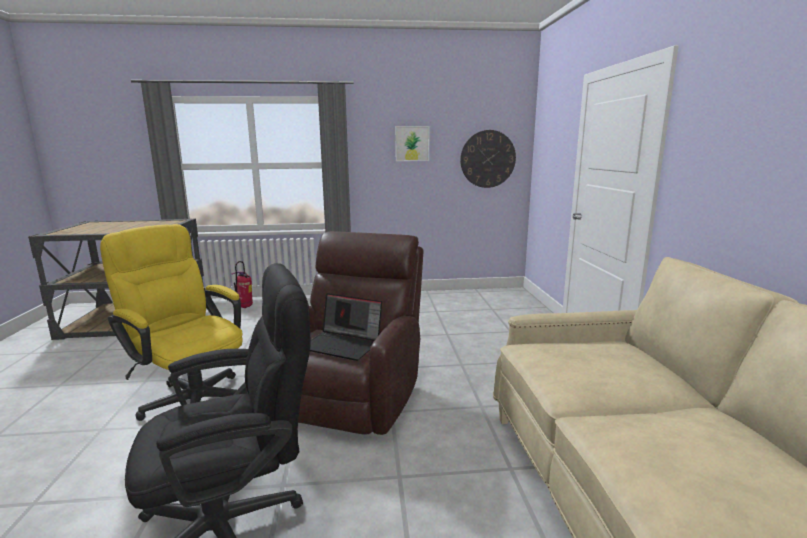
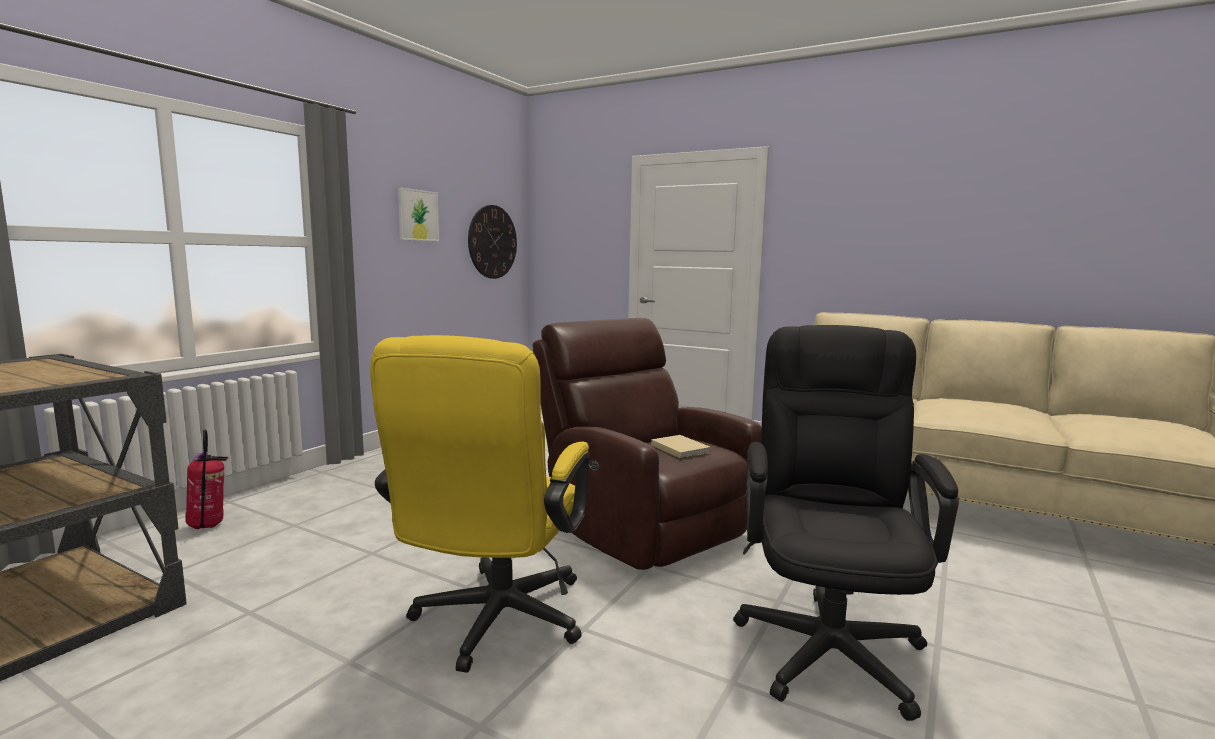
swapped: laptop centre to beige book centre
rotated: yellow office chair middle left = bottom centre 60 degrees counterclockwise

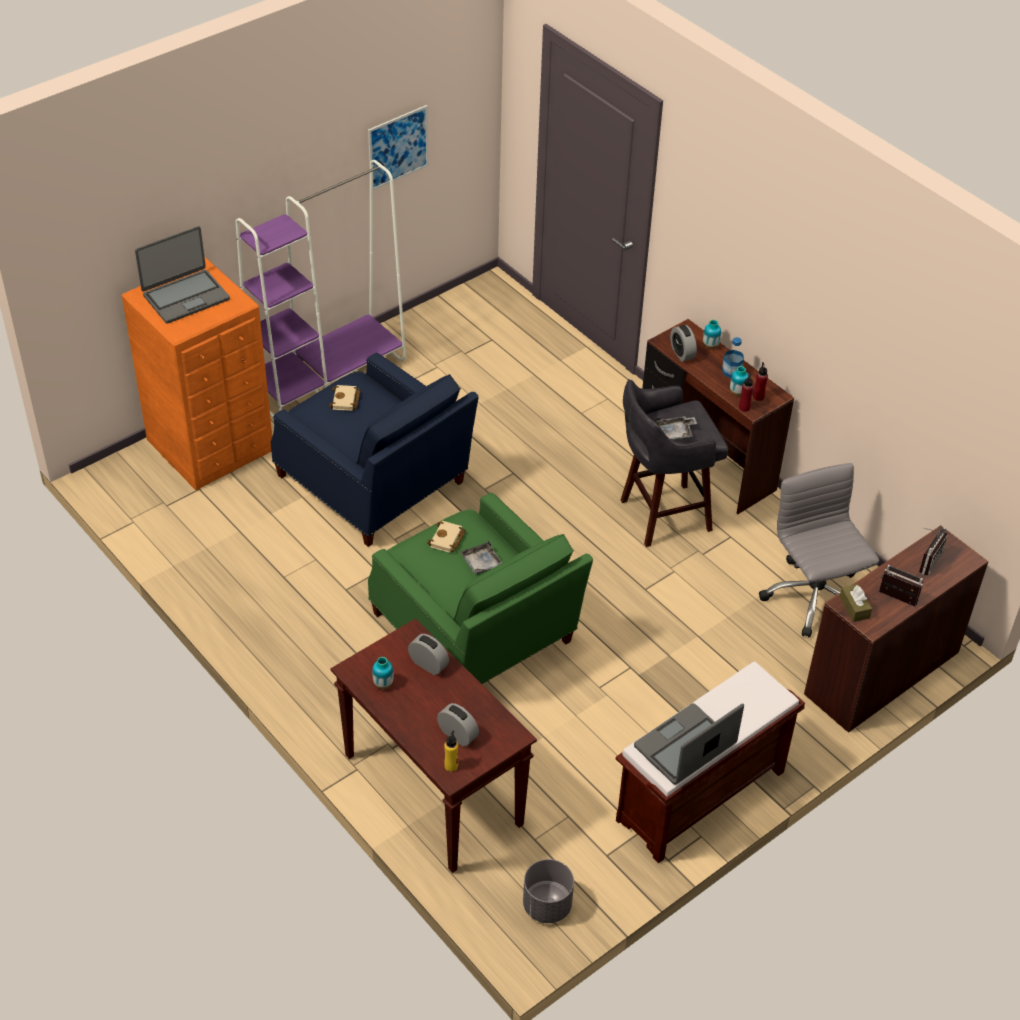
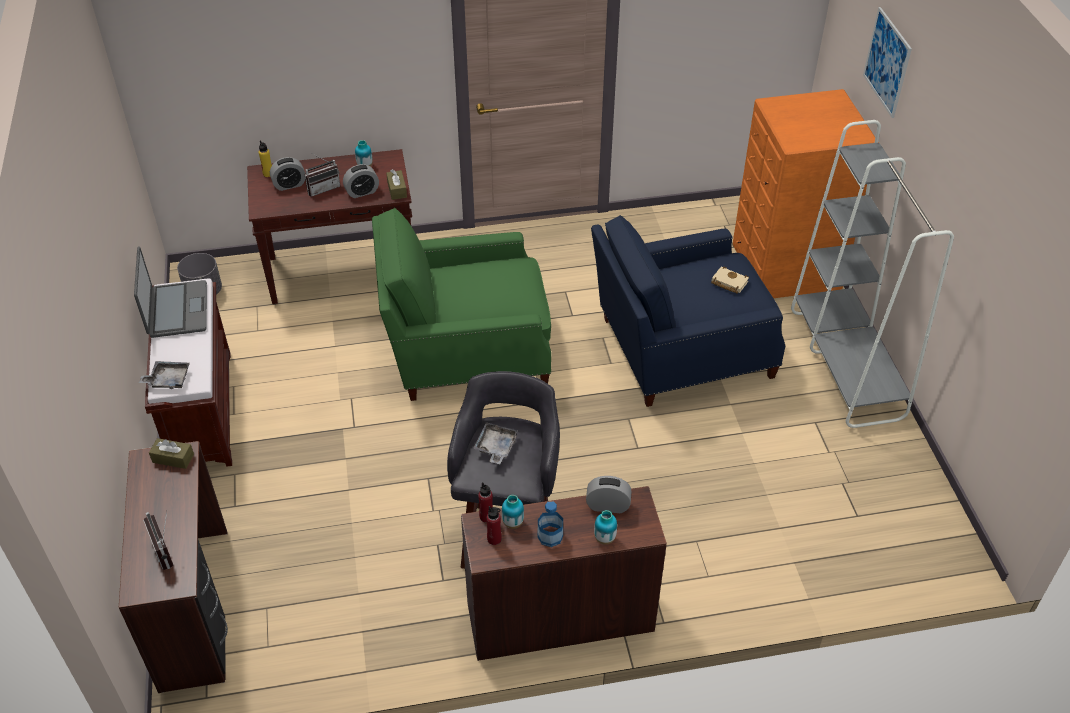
gone: laptop (no. 1 from left) top left; beige book (no. 2 from left) centre; grey office chair middle right
new: brown tissue box (no. 2 from left) top centre
shifted: picture top centre to top right; grey tray (no. 1 from left) centre to middle left; radio (no. 1 from left in the first image) middle right to radio (no. 2 from left) top left
repainted: purple clothes rack top left to grey clothes rack middle right

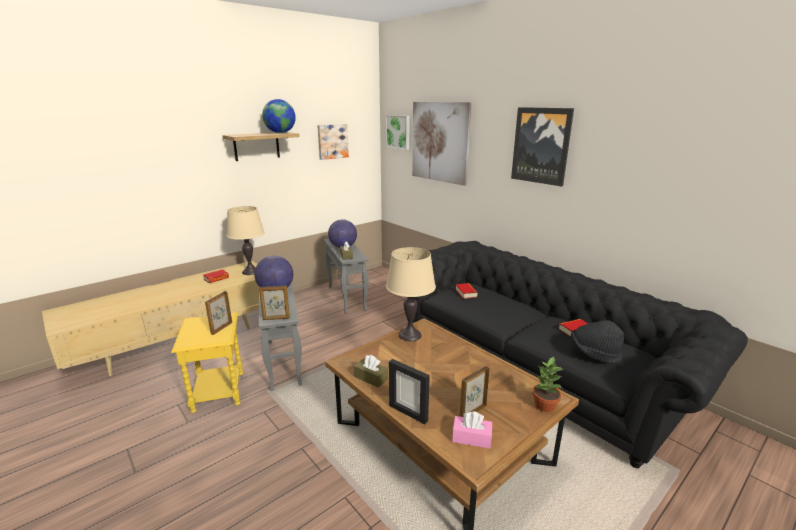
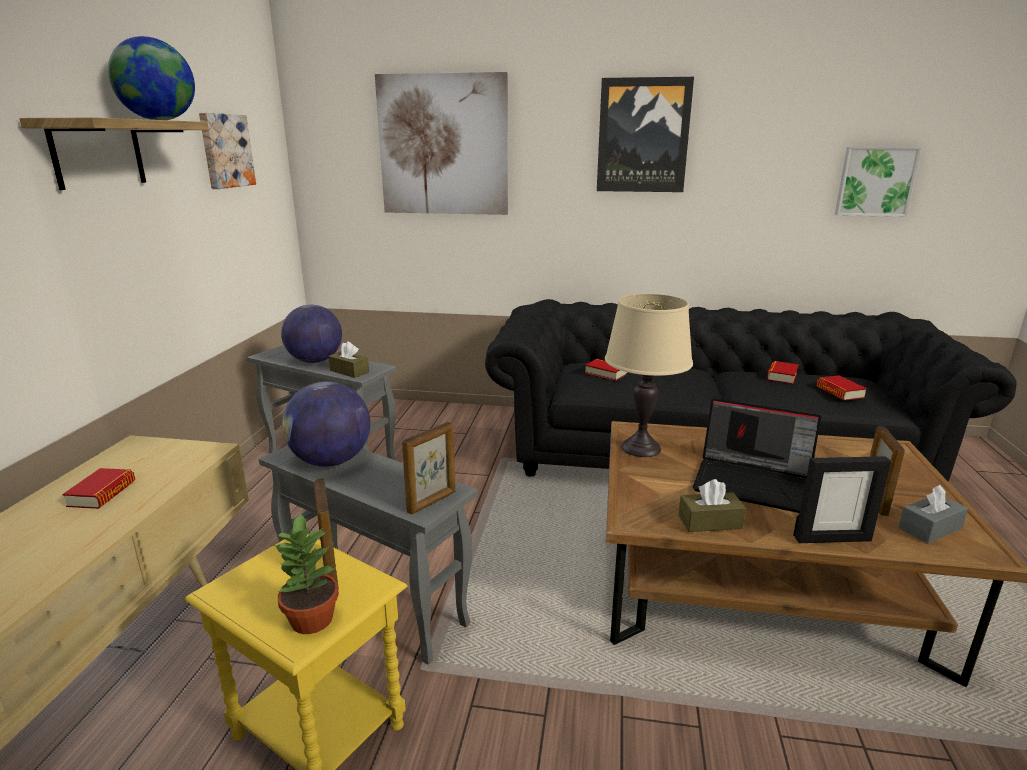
gone: beige table lamp (no. 1 from left) middle left
new: laptop middle right
shifted: picture (no. 2 from left in the first image) top centre to picture (no. 4 from left) top right; potted plant bottom right to bottom left
swapped: black hat middle right to book (no. 4 from left) middle right
repainted: pink tissue box bottom centre to grey tissue box bottom right

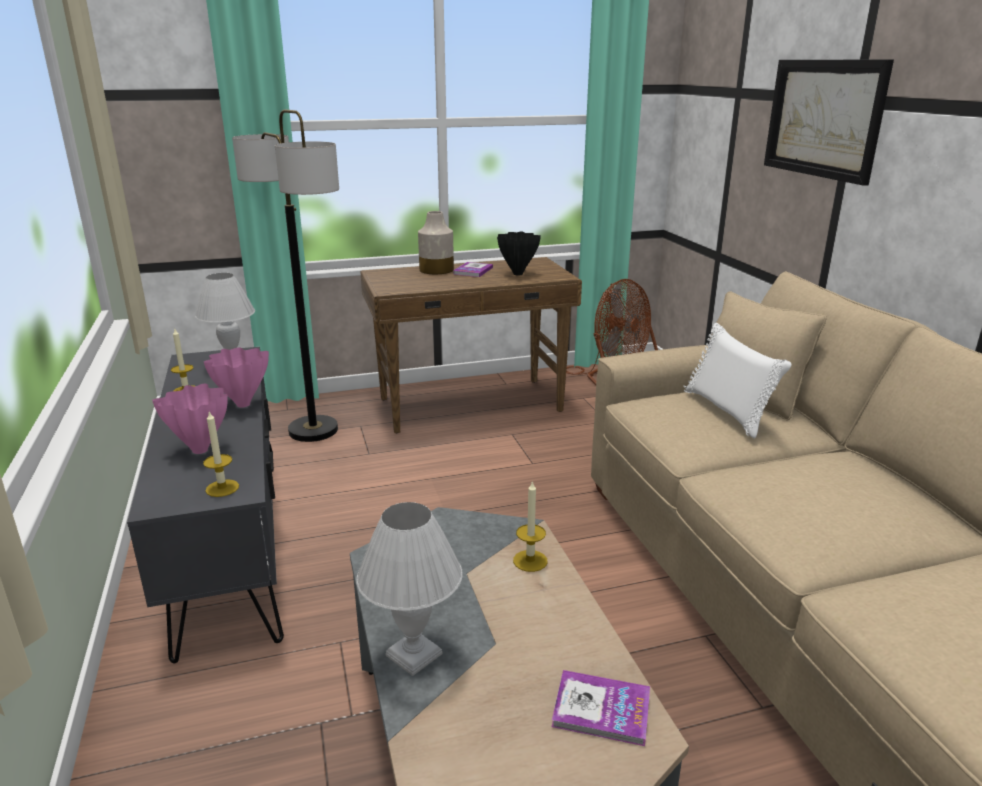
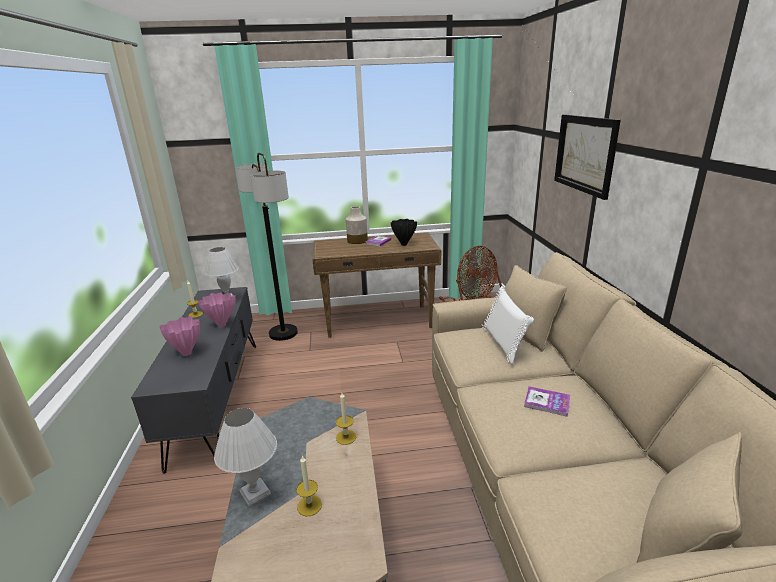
shifted: candle (no. 2 from left) middle left to bottom centre; book (no. 2 from left) bottom centre to bottom right

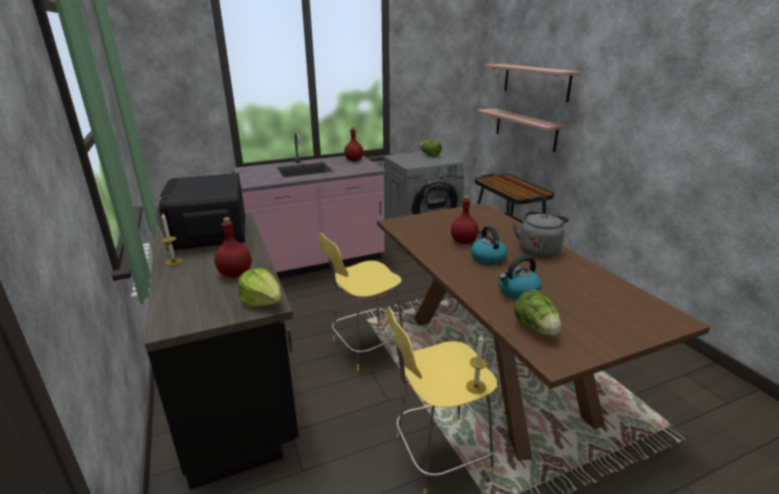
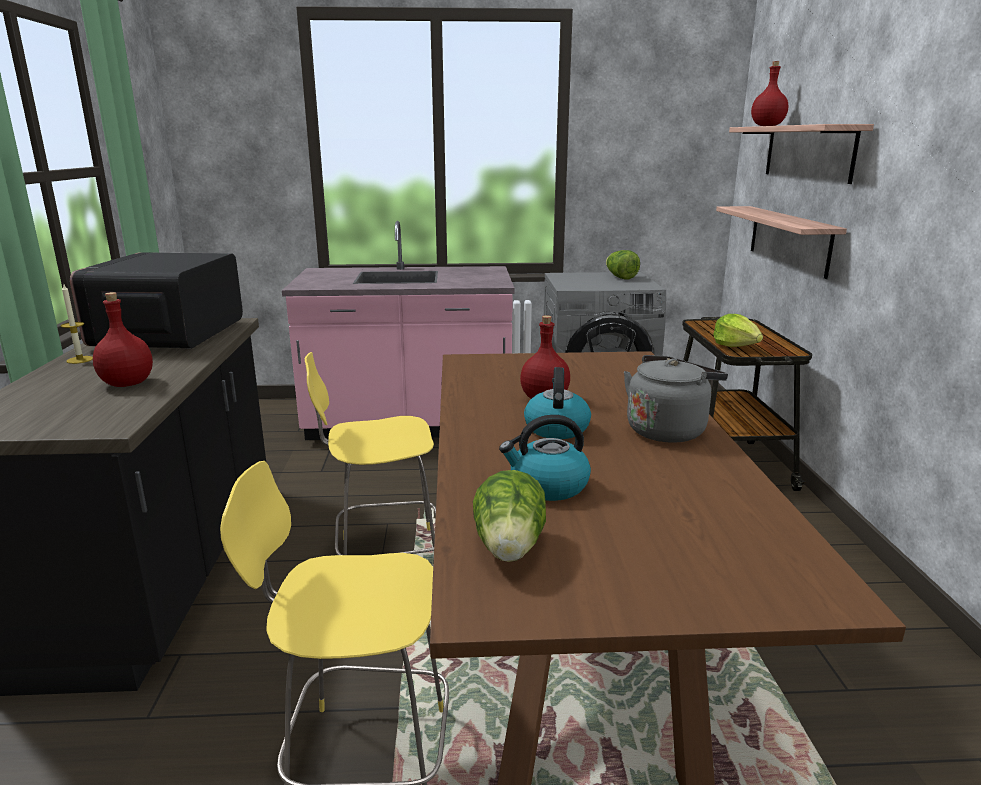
gone: candle (no. 2 from left) bottom centre
shifted: lettuce (no. 1 from left in the first image) middle left to lettuce (no. 3 from left) middle right; red bottle (no. 2 from left in the first image) top centre to red bottle (no. 3 from left) top right

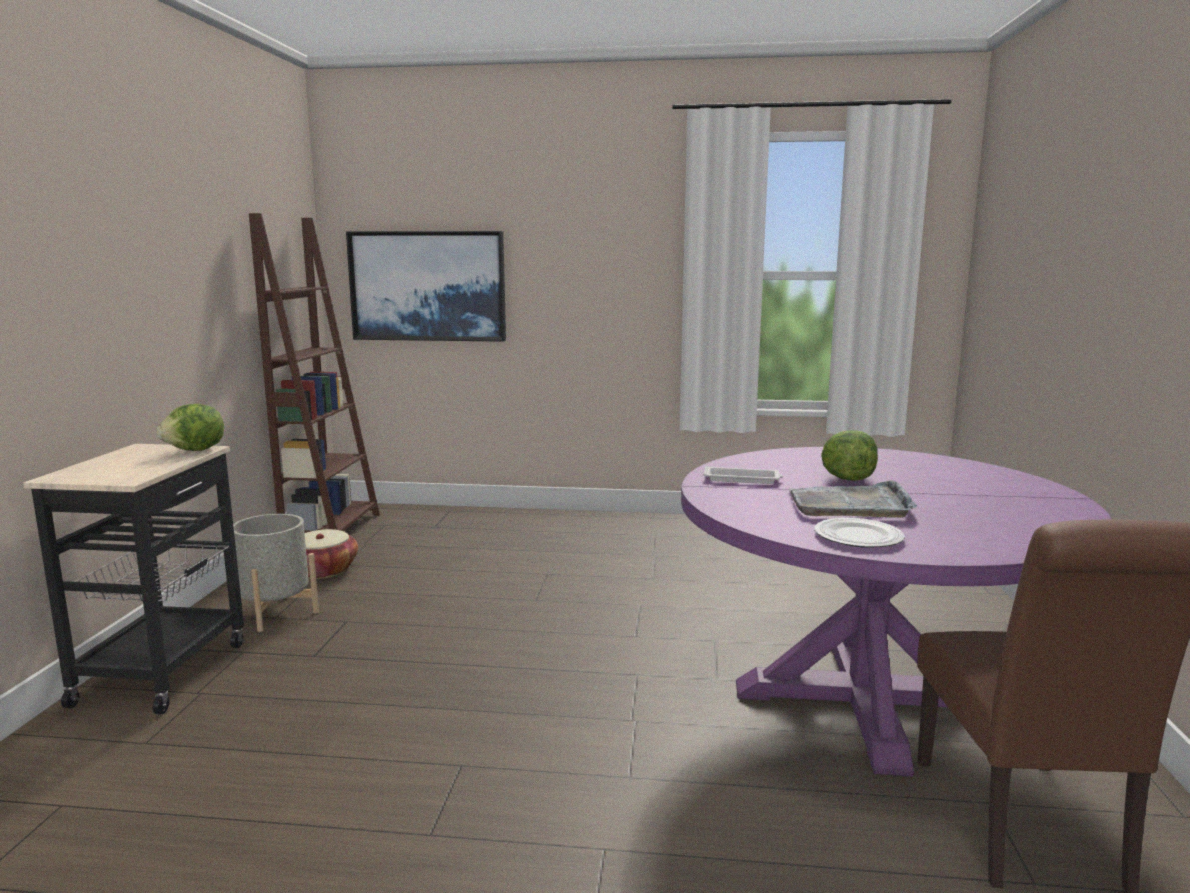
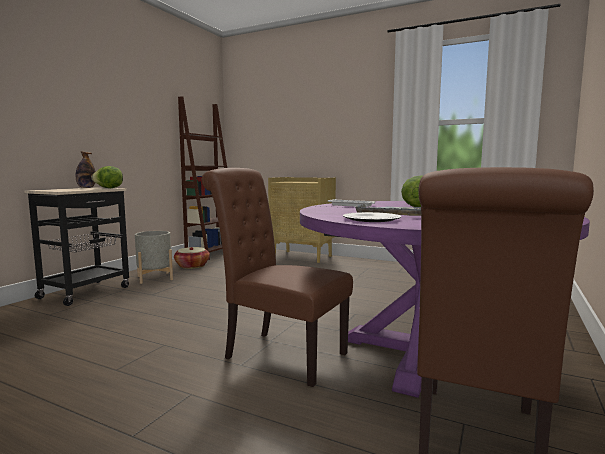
gone: picture top centre
new: bottle middle left; brown chair (no. 1 from left) centre; beige cabinet centre

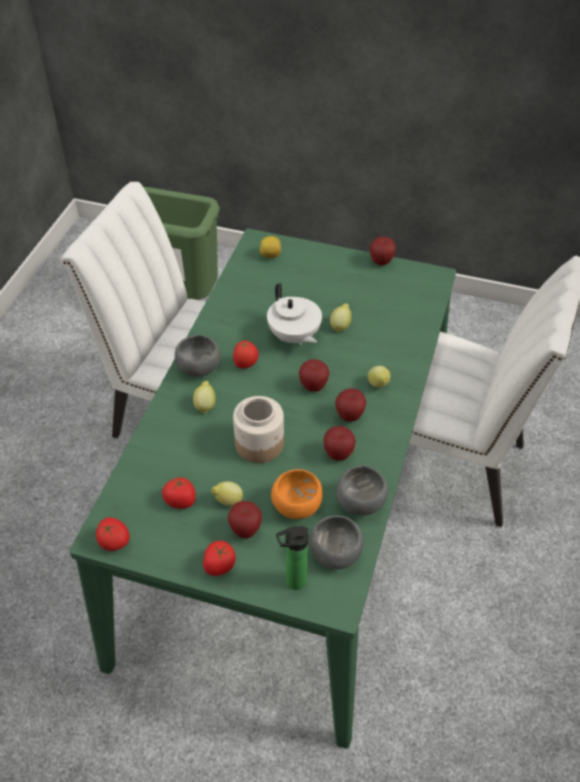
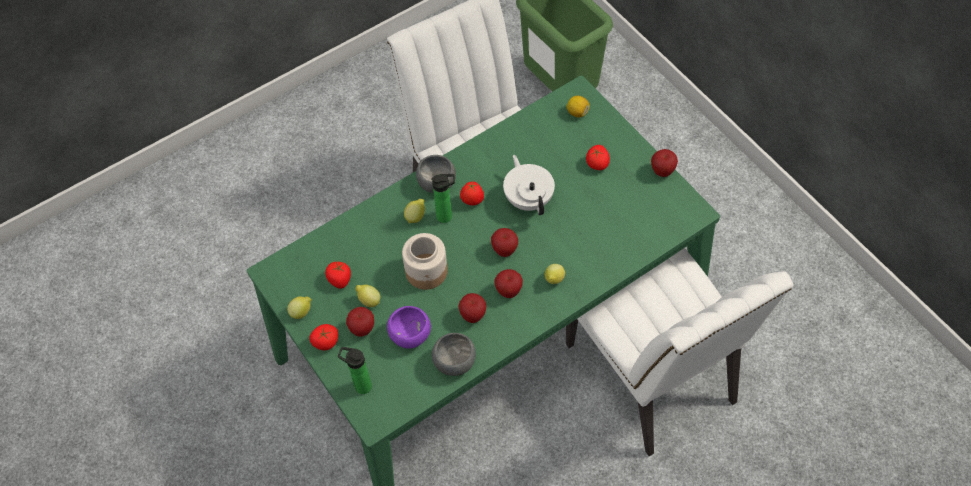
gone: grey bowl (no. 2 from left) bottom centre
new: bottle (no. 2 from left) centre
shifted: tomato (no. 1 from left in the first image) bottom left to tomato (no. 4 from left) top centre; lemon (no. 4 from left in the first image) centre to lemon (no. 1 from left) middle left
repainted: orange bowl centre to purple bowl bottom centre
rotated: white teapot centre = centre 150 degrees clockwise

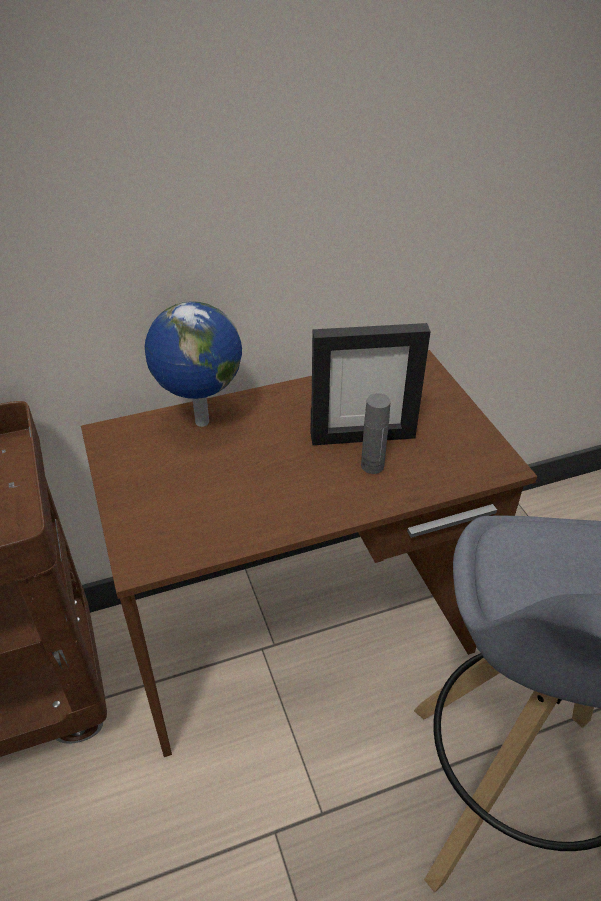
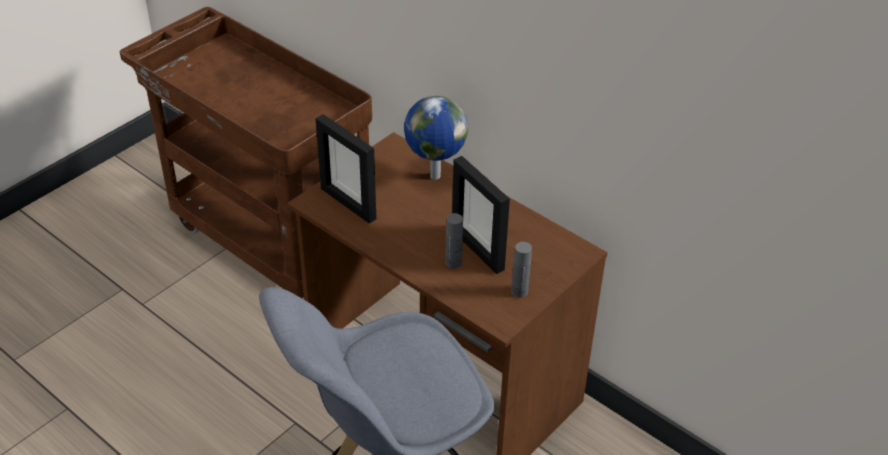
new: picture frame (no. 1 from left) centre; grey bottle (no. 2 from left) centre

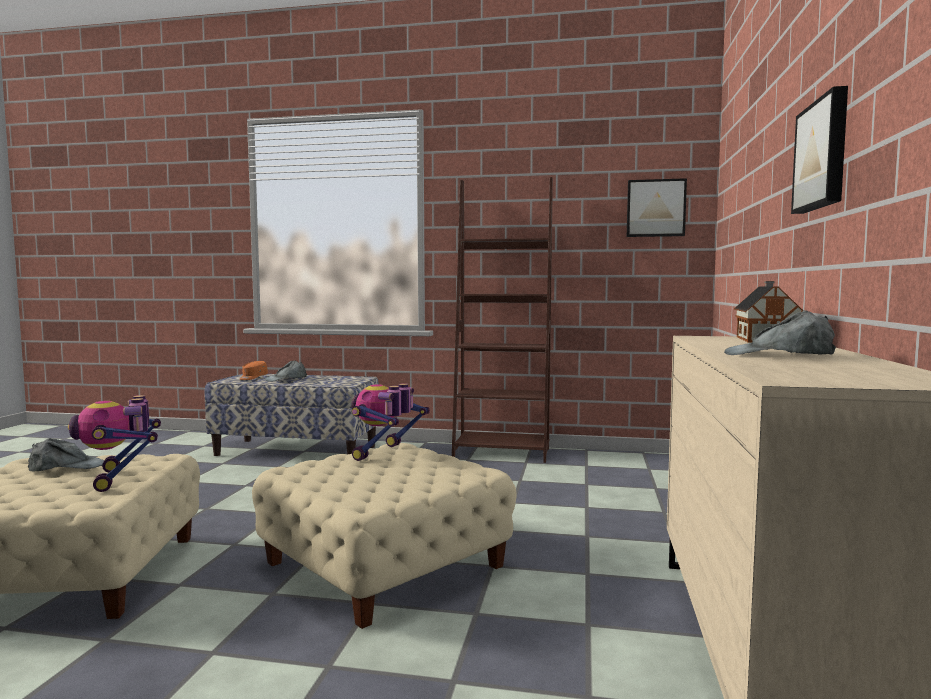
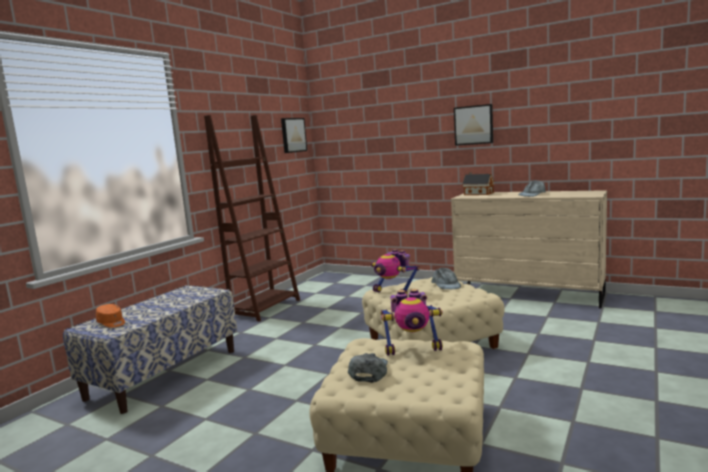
shifted: grey cap (no. 2 from left) middle left to centre

